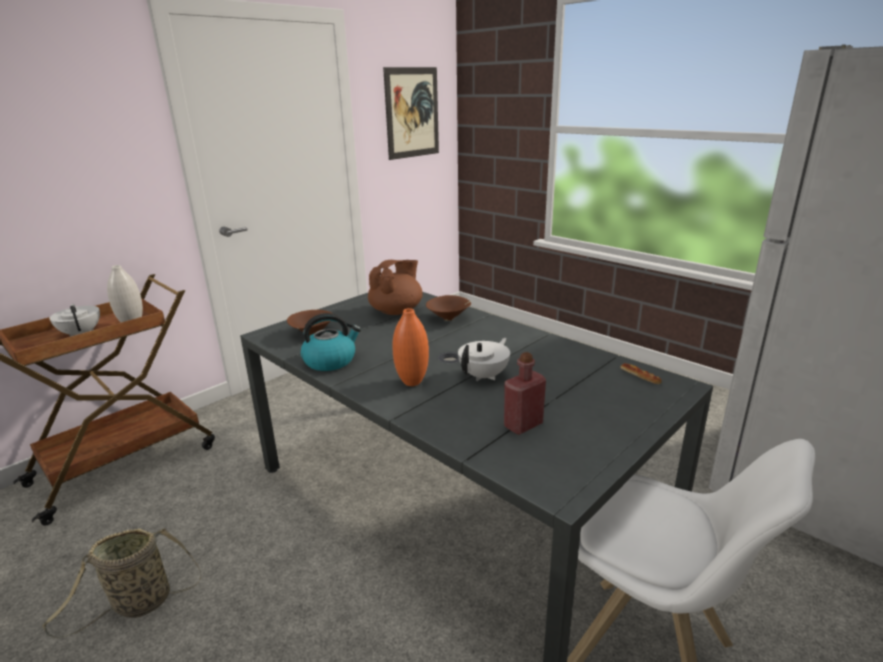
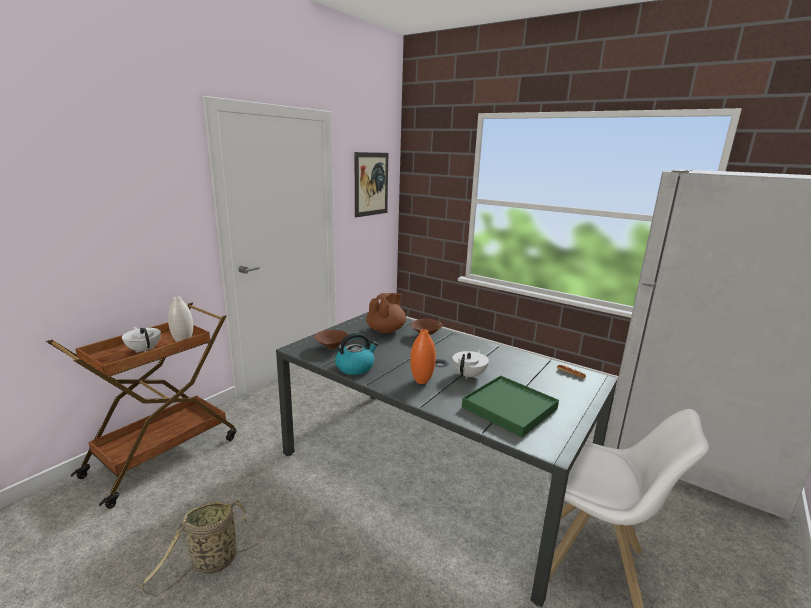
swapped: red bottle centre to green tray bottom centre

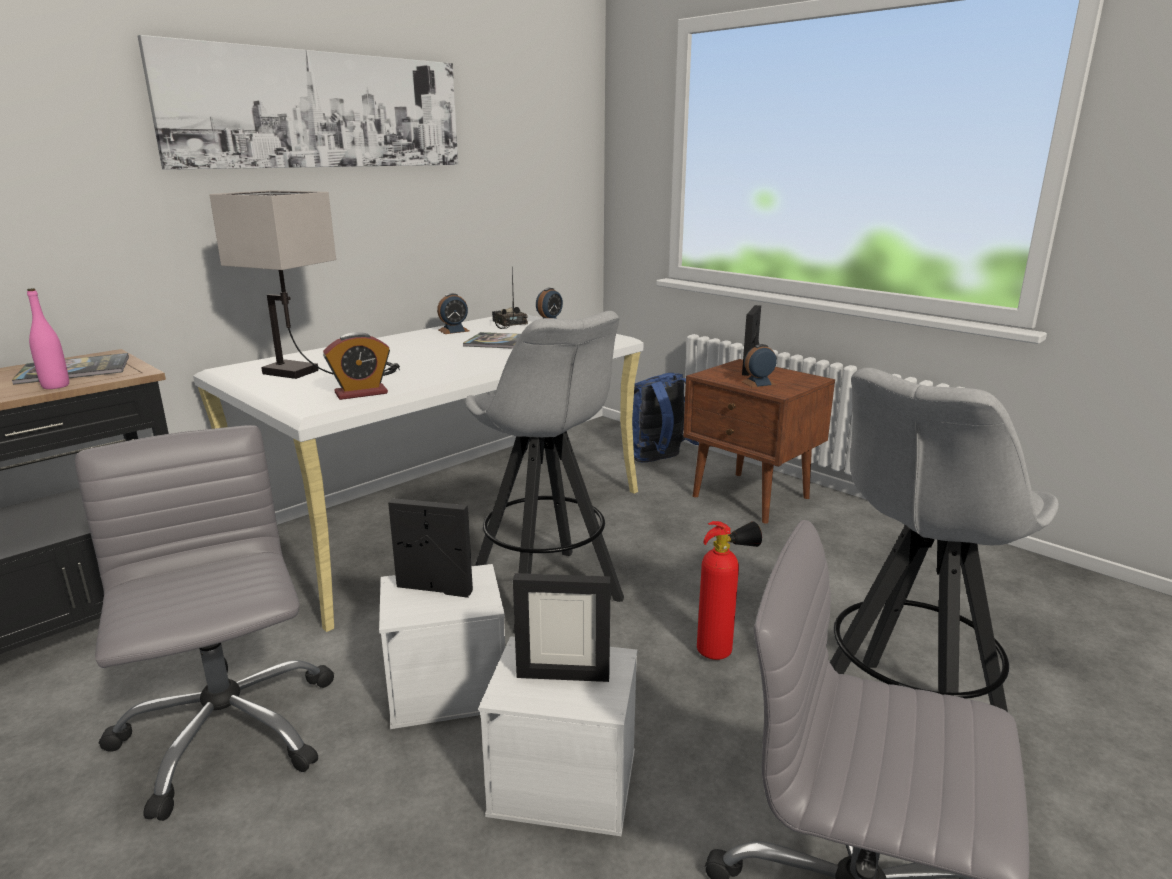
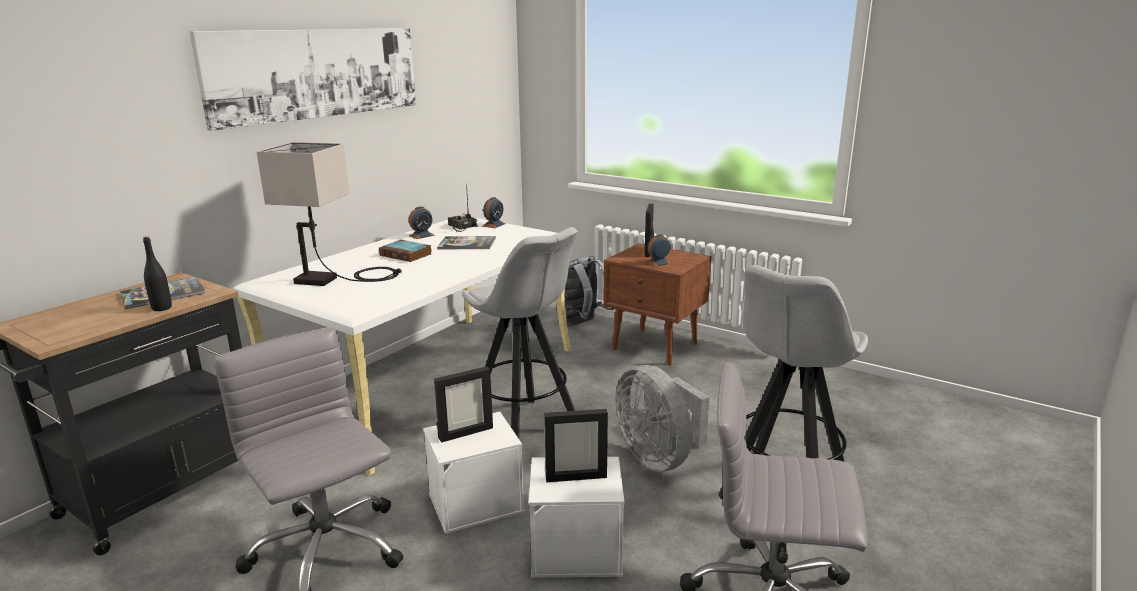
gone: alarm clock (no. 1 from left) middle left
new: book (no. 2 from left) centre
swapped: fire extinguisher bottom centre to grey fan bottom centre
repainted: pink bottle middle left to black bottle middle left; blue backpack centre to grey backpack centre
rotated: picture frame (no. 1 from left) centre = bottom centre 150 degrees clockwise

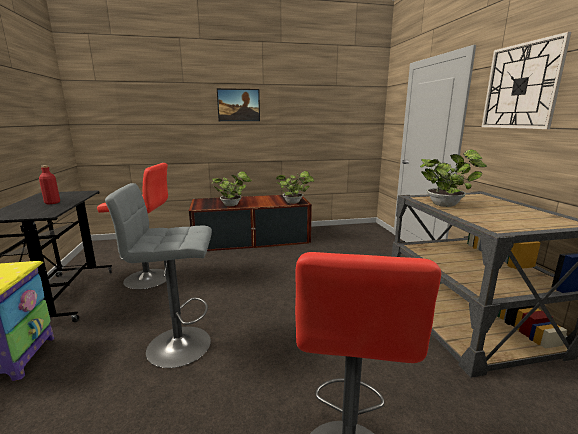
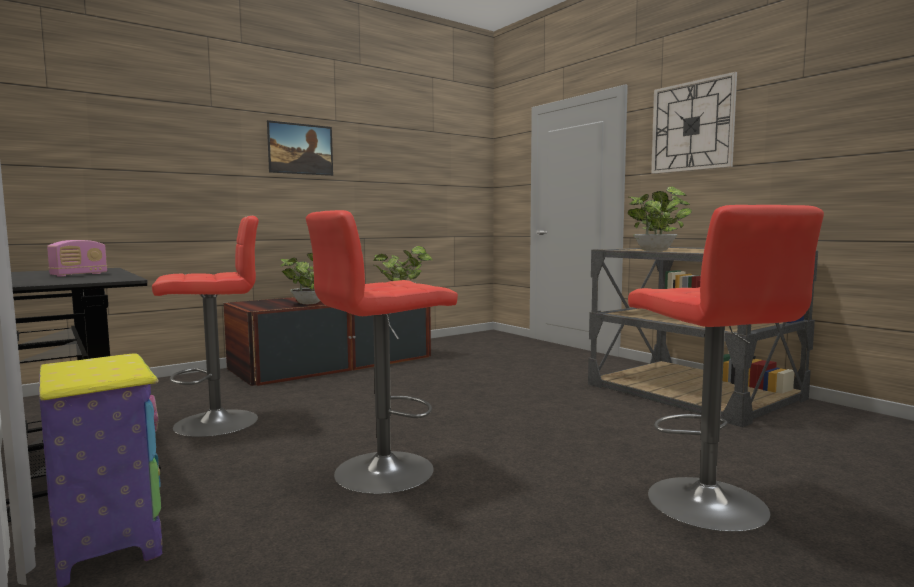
swapped: red bottle middle left to radio middle left
repainted: grey stool middle left to red stool (no. 2 from left) centre

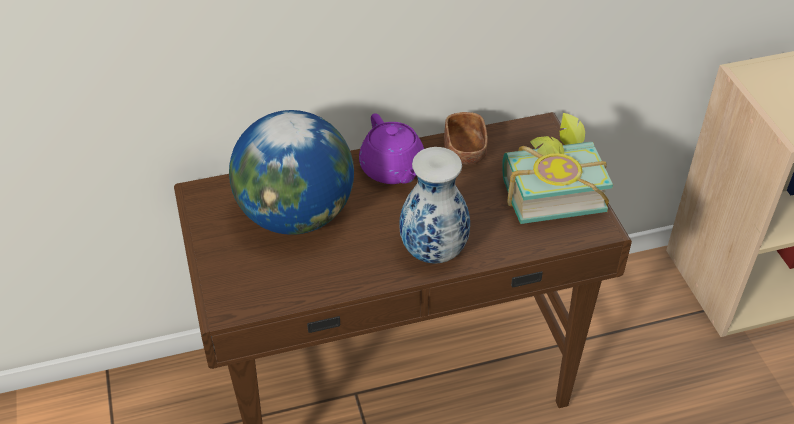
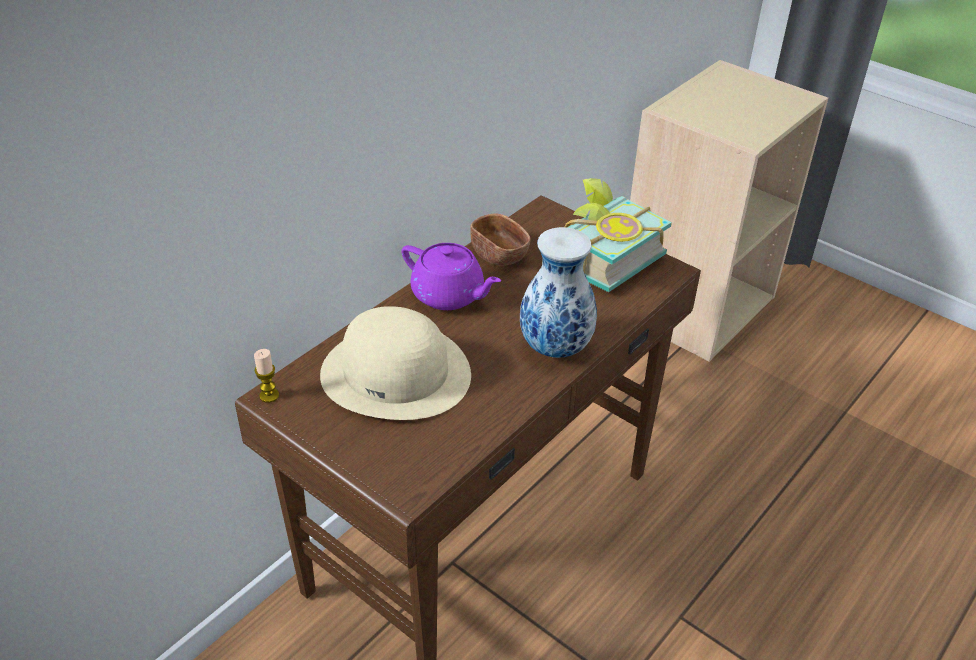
new: candle middle left
swapped: globe centre to beige hat centre

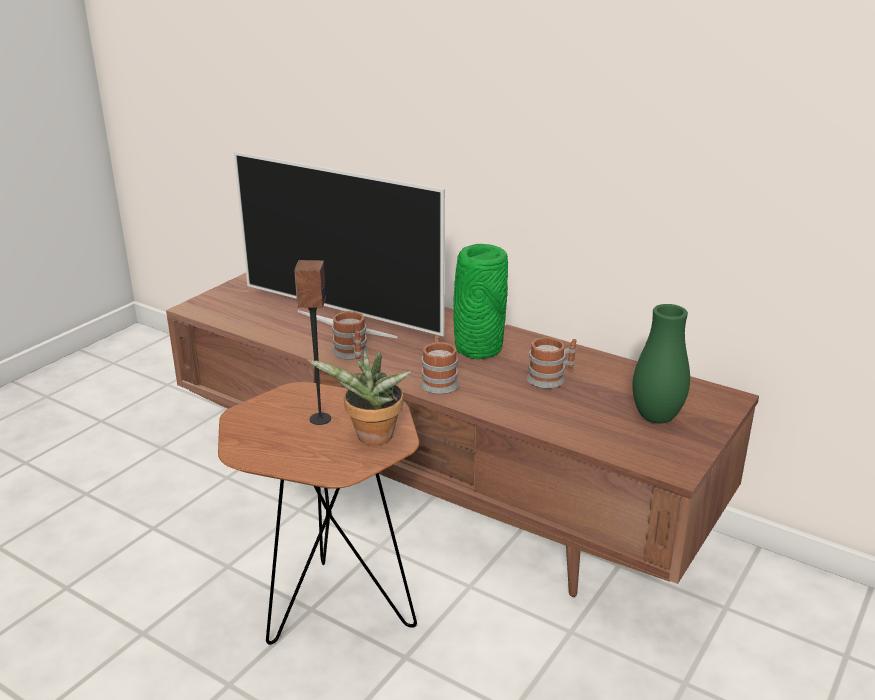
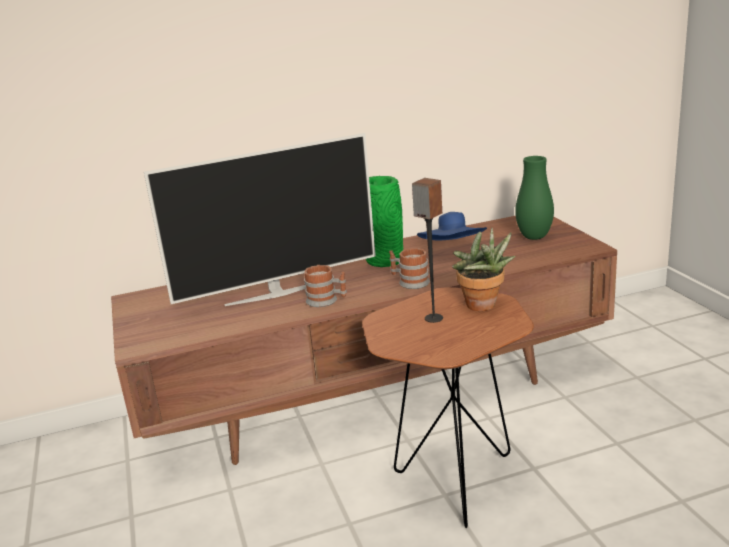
swapped: mug (no. 3 from left) centre to blue hat centre

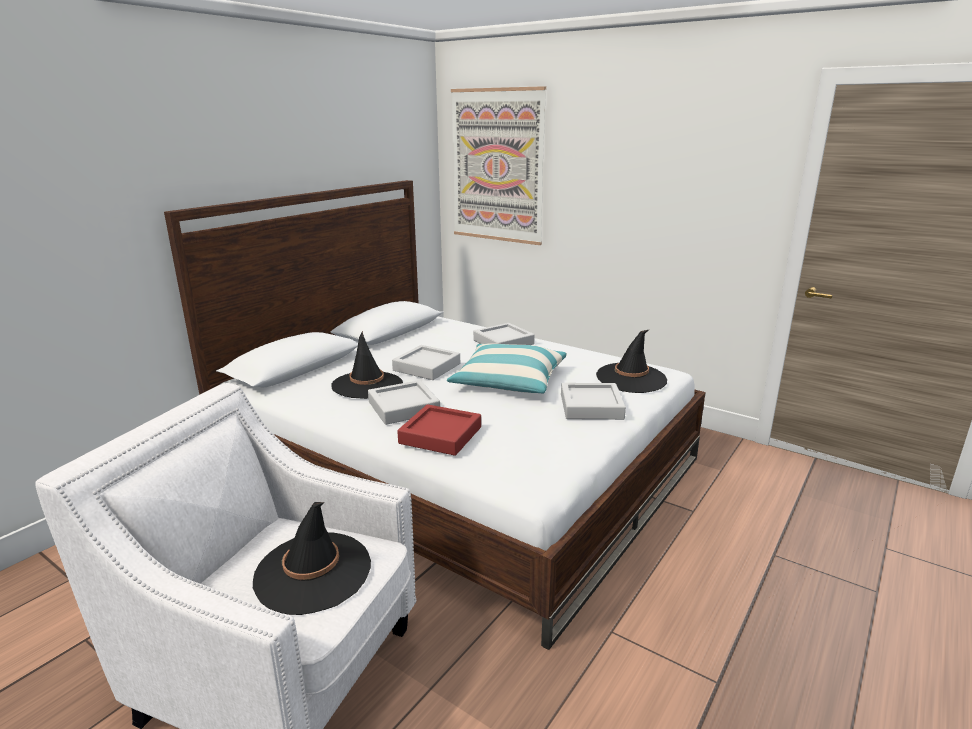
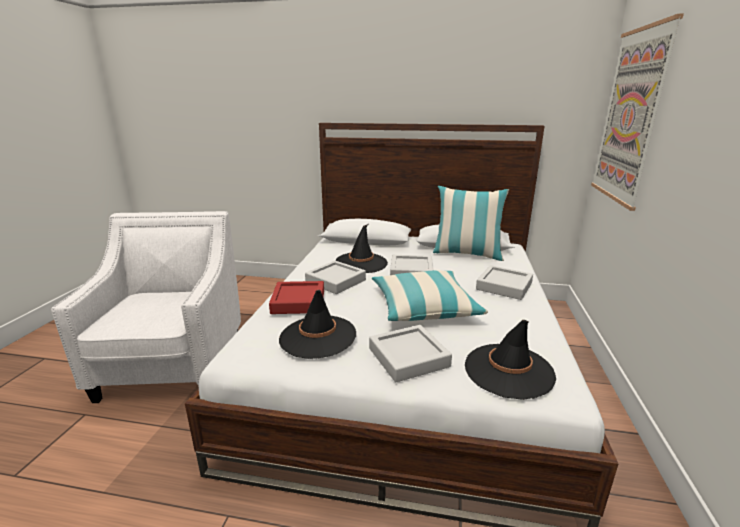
new: pillow (no. 2 from left) centre
shifted: black hat (no. 1 from left) bottom left to centre

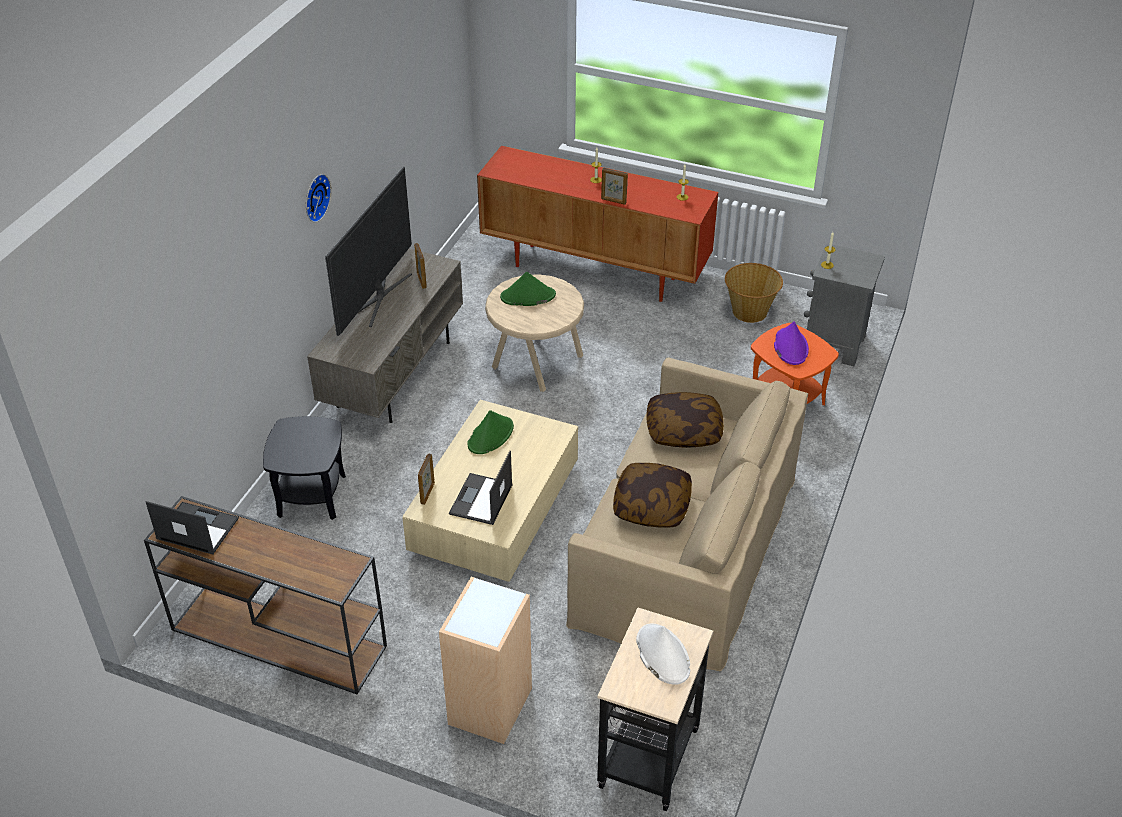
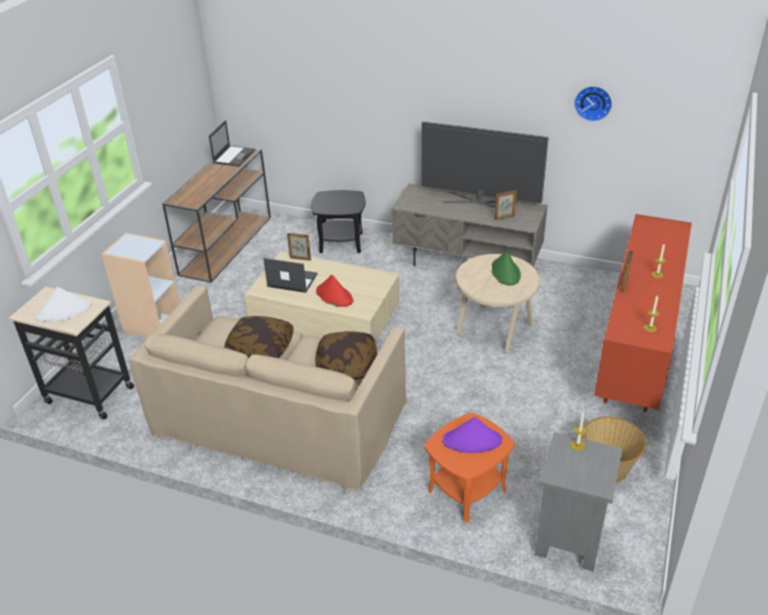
gone: green hat (no. 1 from left) centre
new: red hat centre
shifted: wall clock top left to top right

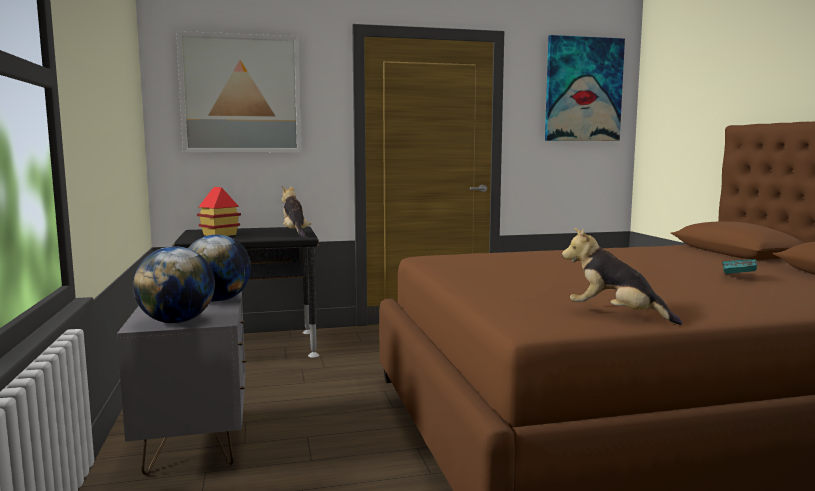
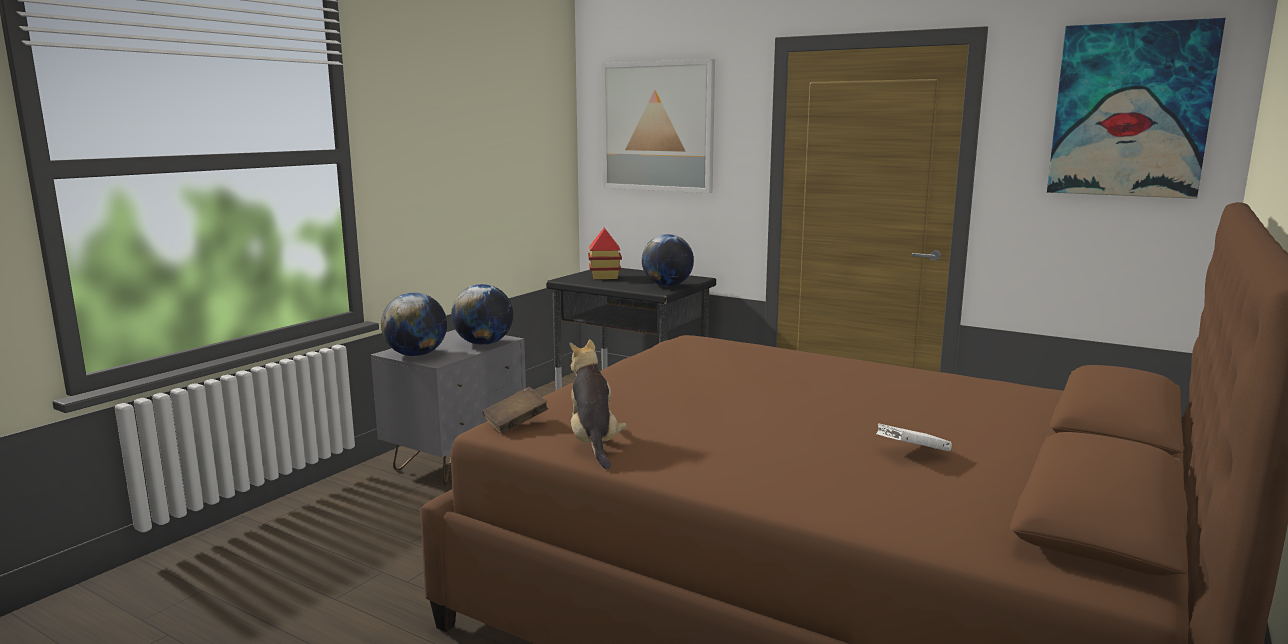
new: brown book centre
swapped: plush toy (no. 1 from left) centre to globe (no. 3 from left) centre
repainted: turquoise book middle right to white book bottom right

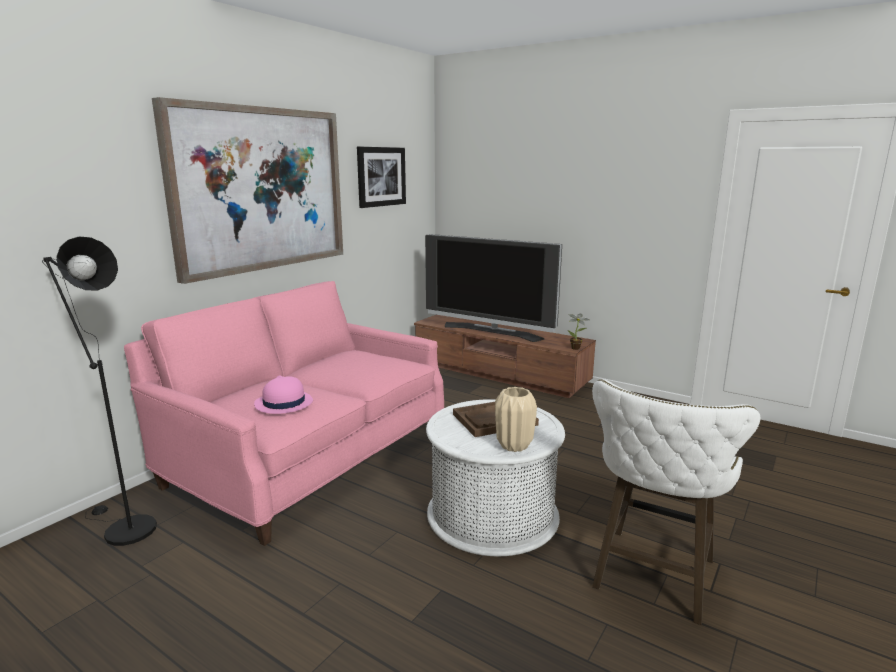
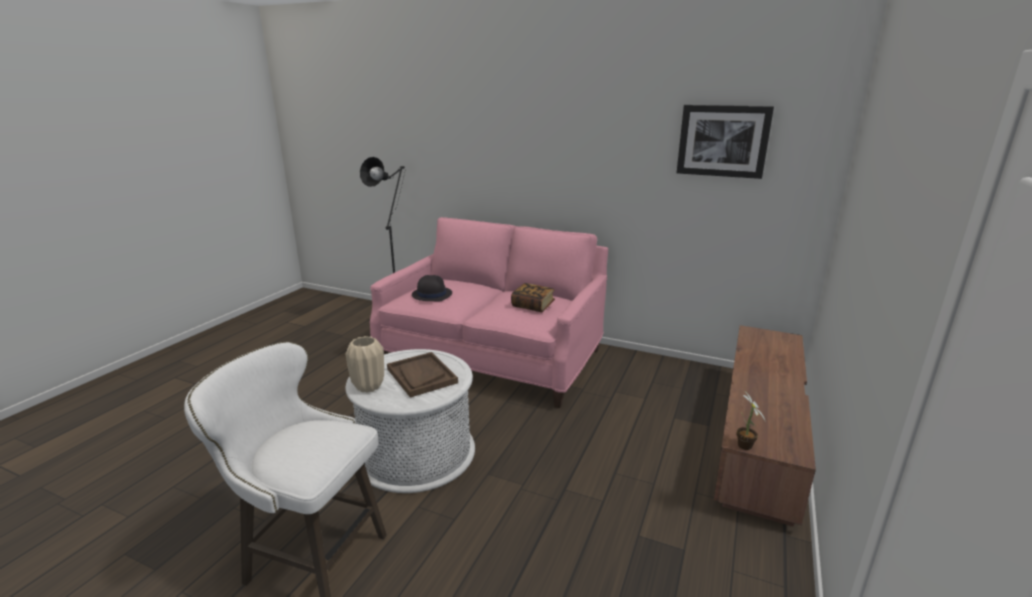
gone: picture (no. 1 from left) top left; television centre
new: book centre
repainted: pink hat middle left to black hat centre

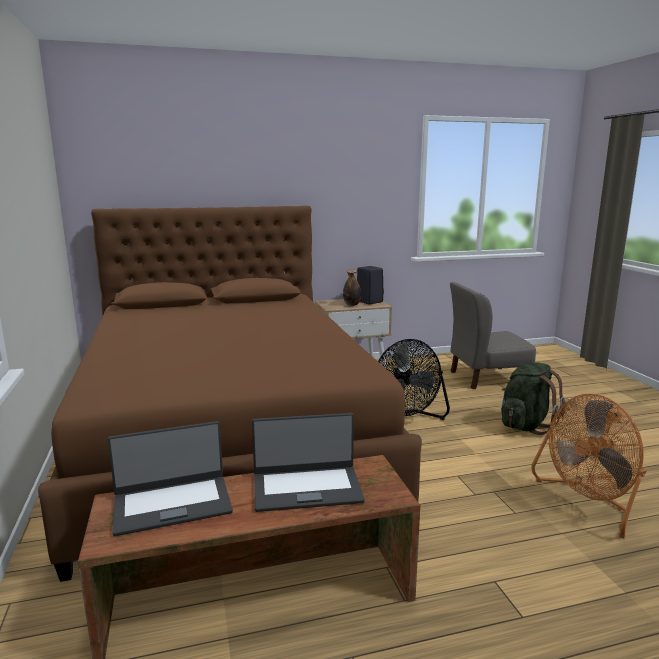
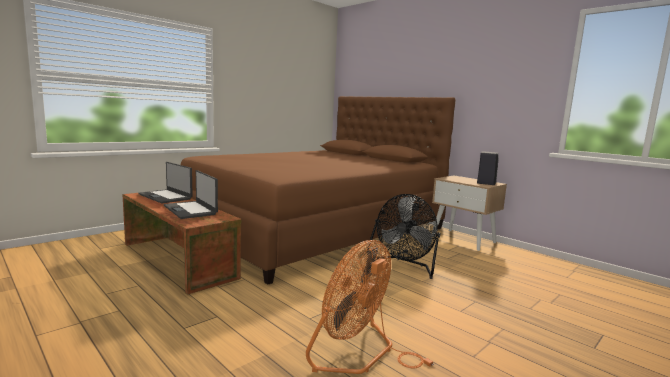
gone: bottle centre; grey chair middle right; green backpack middle right

